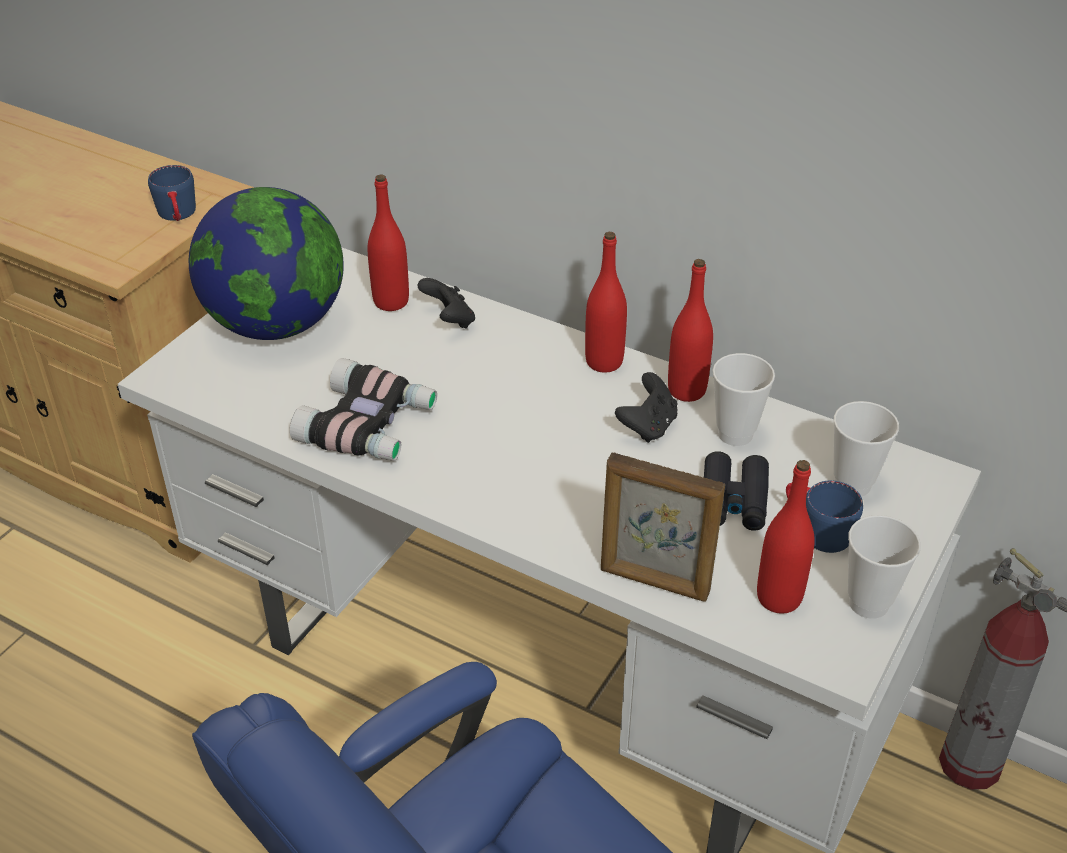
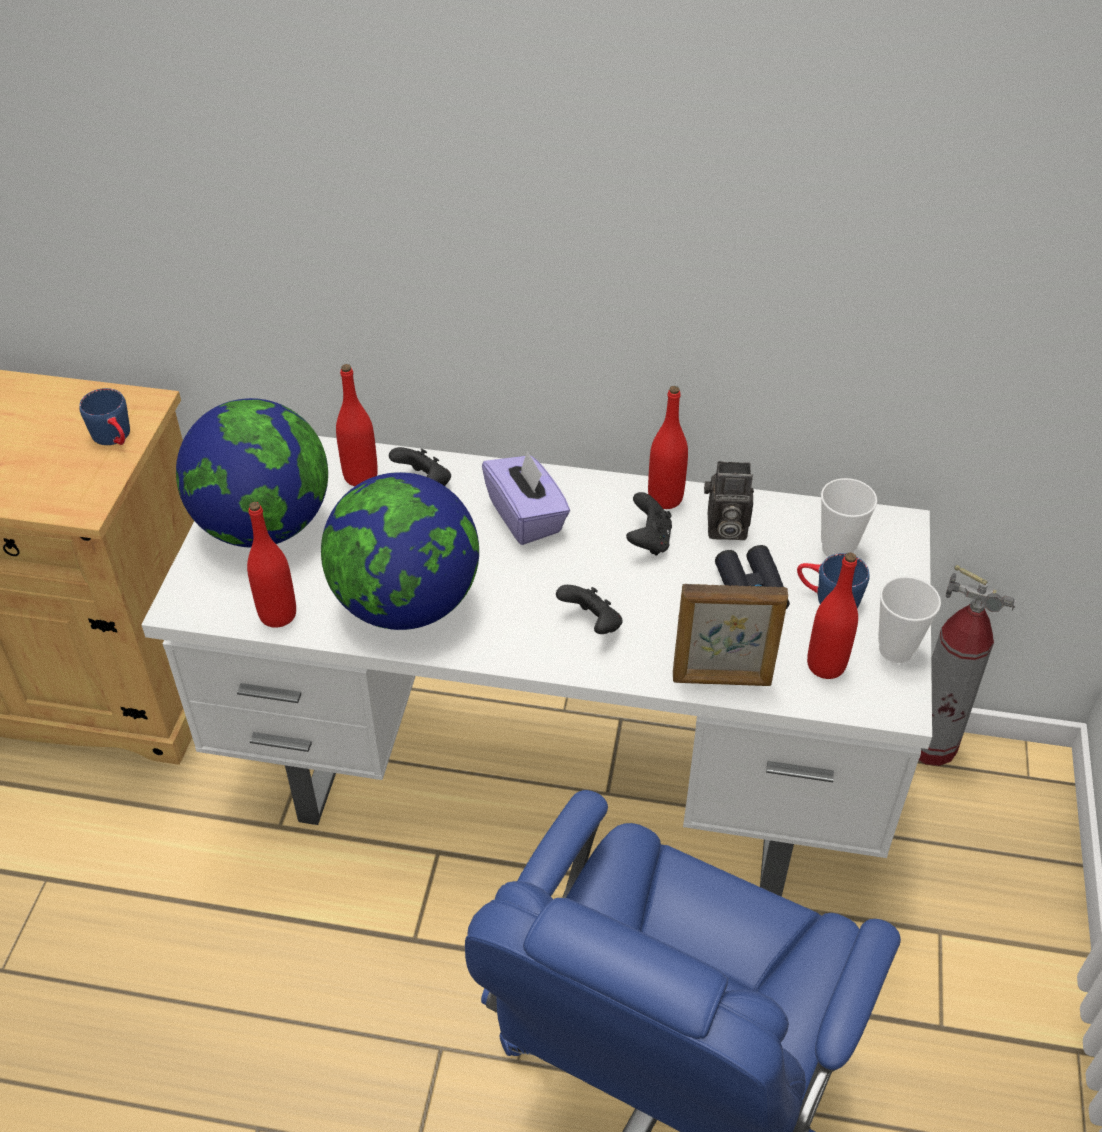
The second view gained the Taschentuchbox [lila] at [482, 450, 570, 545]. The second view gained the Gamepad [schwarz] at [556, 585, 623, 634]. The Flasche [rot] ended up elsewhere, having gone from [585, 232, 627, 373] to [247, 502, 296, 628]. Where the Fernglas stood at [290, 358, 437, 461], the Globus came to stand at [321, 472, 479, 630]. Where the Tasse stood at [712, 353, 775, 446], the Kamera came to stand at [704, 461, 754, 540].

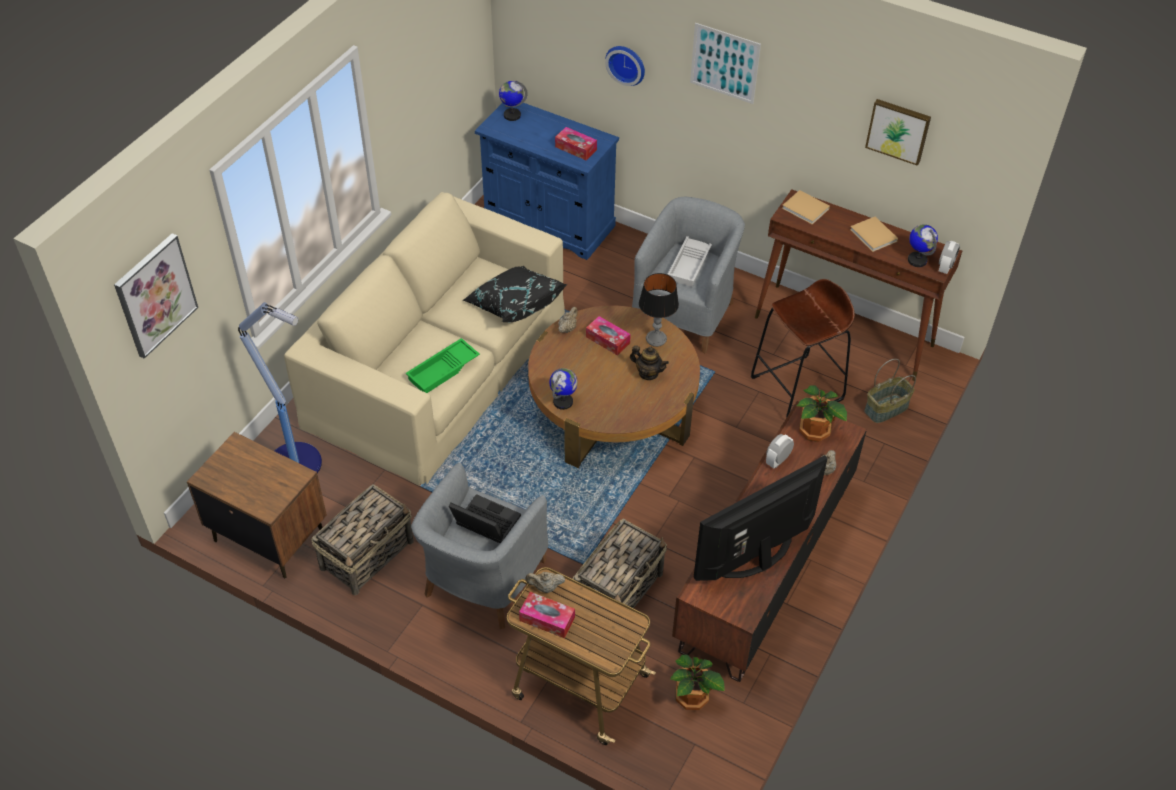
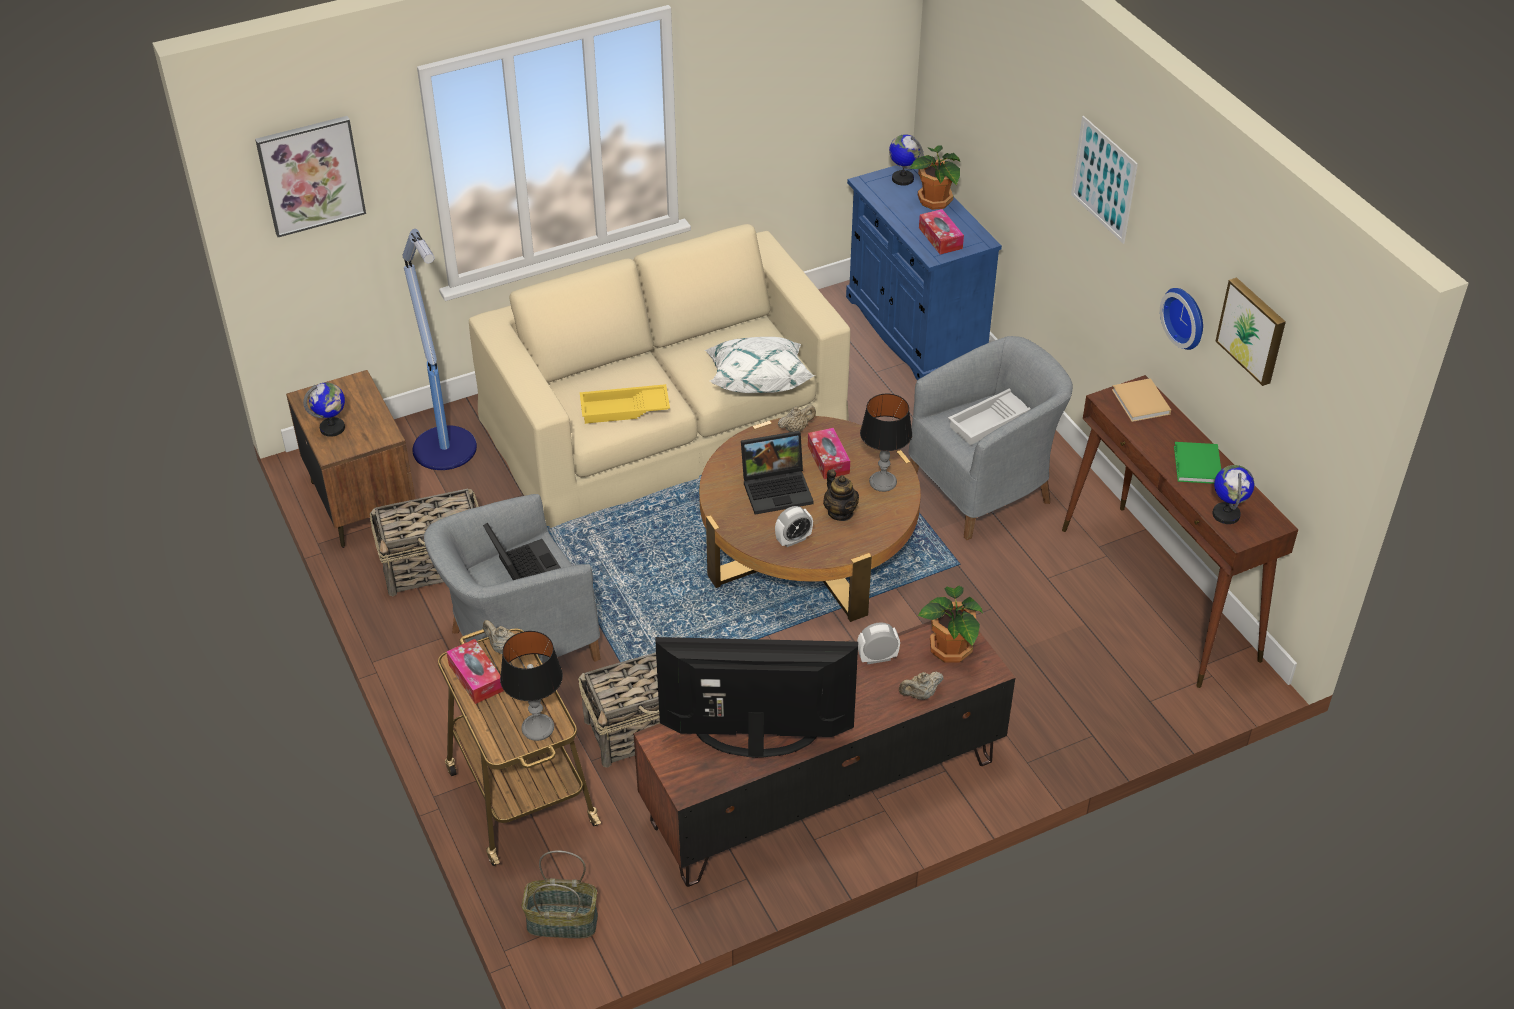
The second view lost the Hocker [braun] at [751, 279, 855, 418]. The second view gained the Tischlampe at [500, 631, 563, 741]. The second view gained the Laptop at [741, 431, 814, 515]. The Globus ended up elsewhere, having gone from [549, 368, 578, 410] to [303, 382, 345, 437]. The Wanduhr ended up elsewhere, having gone from [605, 46, 645, 86] to [1160, 288, 1203, 350]. The Topfpflanze ended up elsewhere, having gone from [670, 655, 725, 710] to [910, 145, 960, 210]. The Korb ended up elsewhere, having gone from [864, 359, 916, 423] to [522, 850, 598, 938]. The Wecker ended up elsewhere, having gone from [939, 241, 960, 274] to [775, 506, 813, 547]. What was the Tablett [grün] at [406, 338, 480, 393] turned into the Tablett [gelb] at [580, 384, 670, 424]. What was the Kissen [schwarz] at [462, 266, 567, 322] turned into the Kissen [weiß] at [705, 337, 815, 393]. What was the Buch [beige] at [850, 217, 898, 252] turned into the Buch [grün] at [1174, 442, 1221, 484].

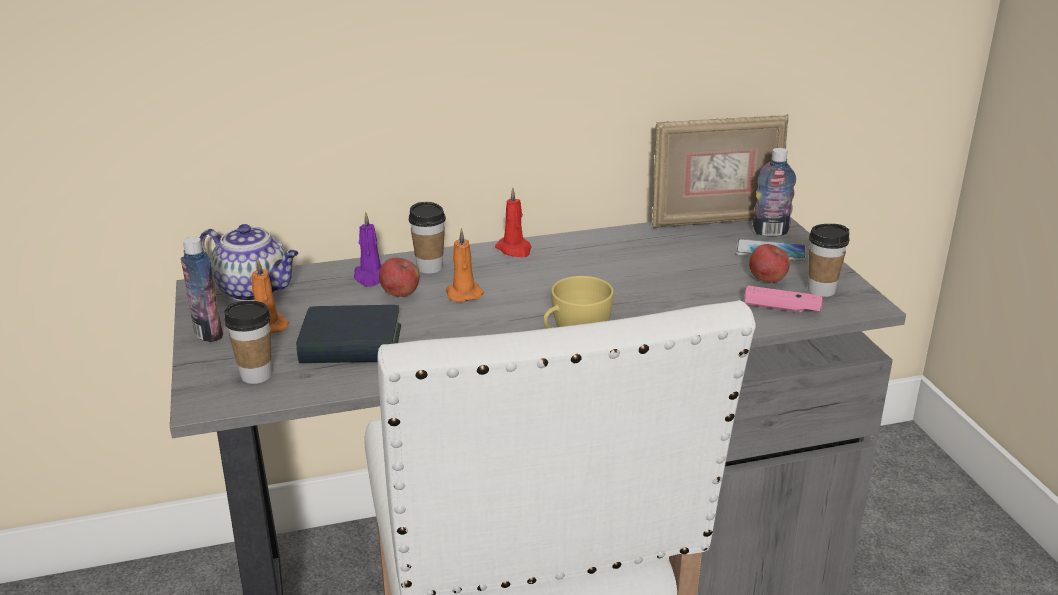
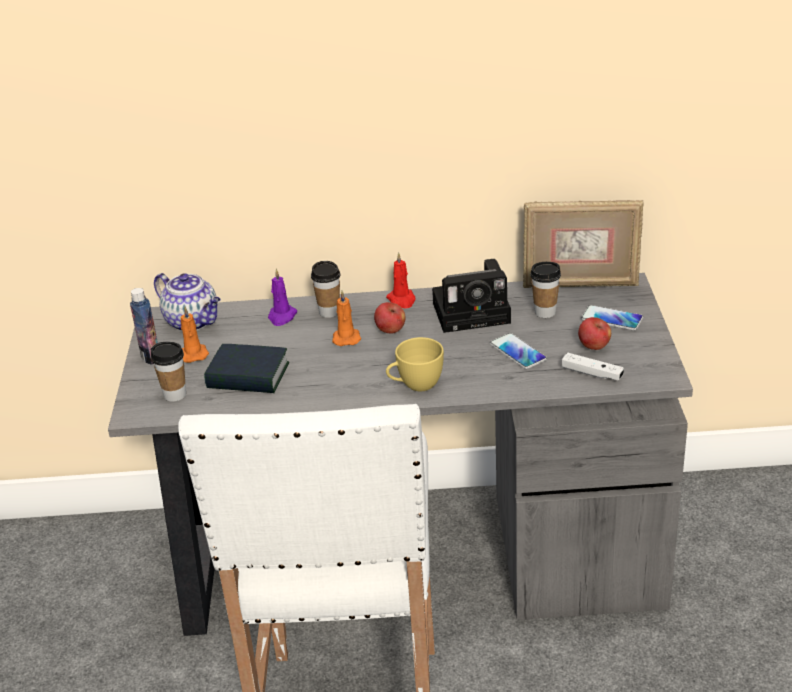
The second view lost the Flasche at [753, 148, 796, 236]. The second view gained the Kamera at [432, 259, 511, 333]. The second view gained the Handy at [490, 333, 547, 369]. The Apfel ended up elsewhere, having gone from [379, 258, 419, 297] to [374, 302, 405, 334]. The Tasse ended up elsewhere, having gone from [808, 224, 850, 297] to [530, 262, 561, 318]. What was the Gamepad [rosa] at [744, 286, 823, 312] turned into the Gamepad [weiß] at [562, 353, 624, 380].

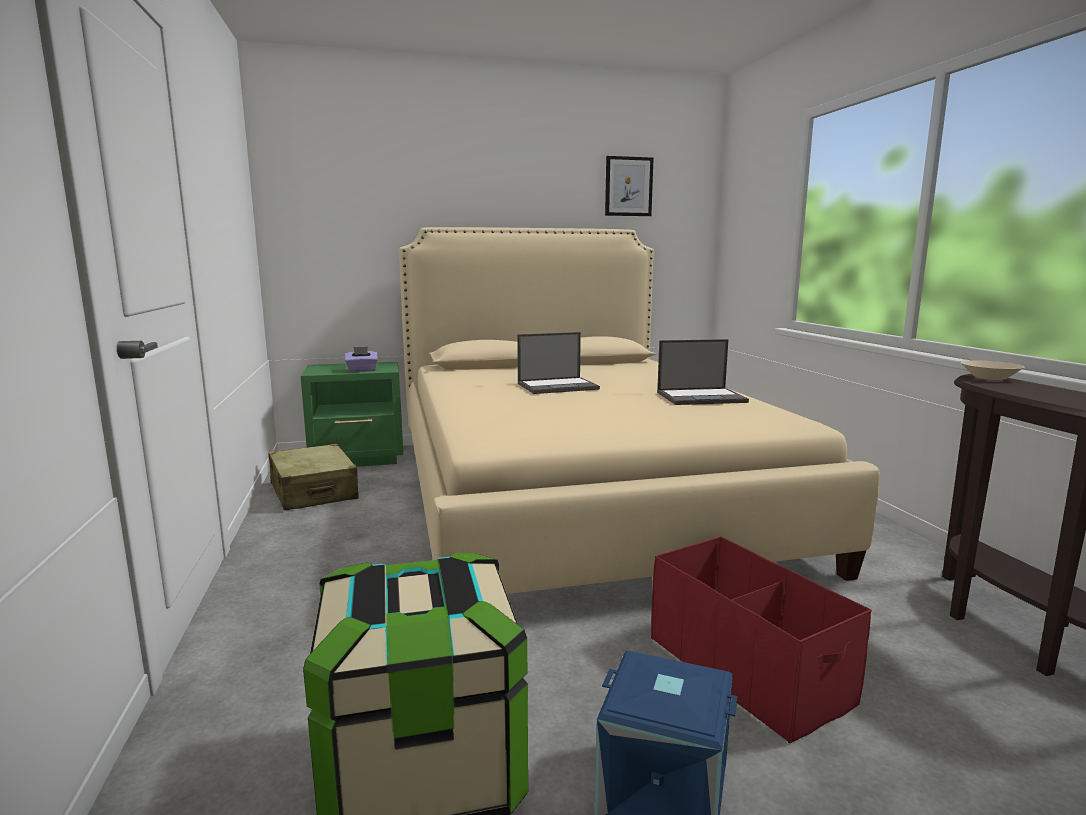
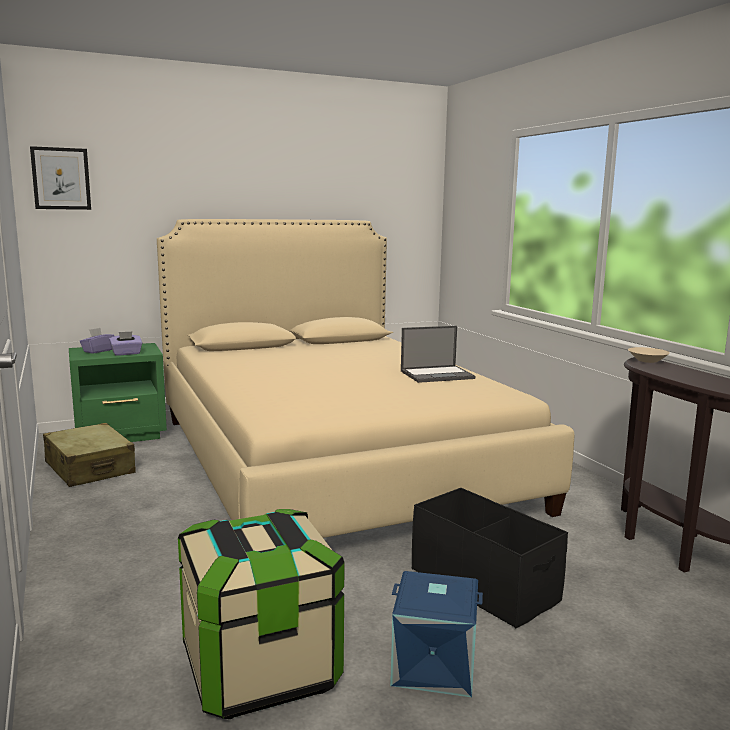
The second view lost the Laptop at [517, 332, 600, 394]. The second view gained the Taschentuchbox [lila] at [80, 328, 114, 354]. The Bild ended up elsewhere, having gone from [605, 156, 654, 216] to [30, 146, 91, 210]. What was the Aufbewahrungsbox [rot] at [651, 536, 872, 743] turned into the Aufbewahrungsbox [schwarz] at [412, 488, 568, 629].

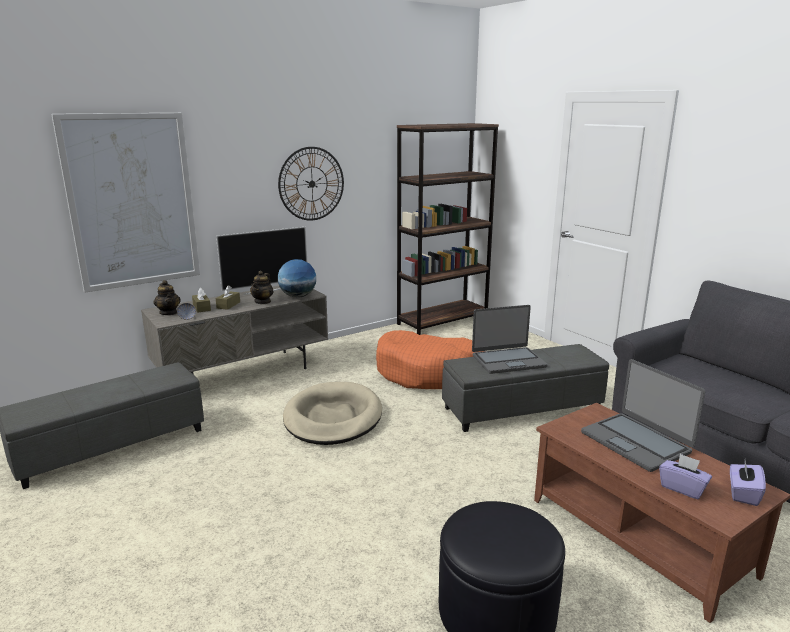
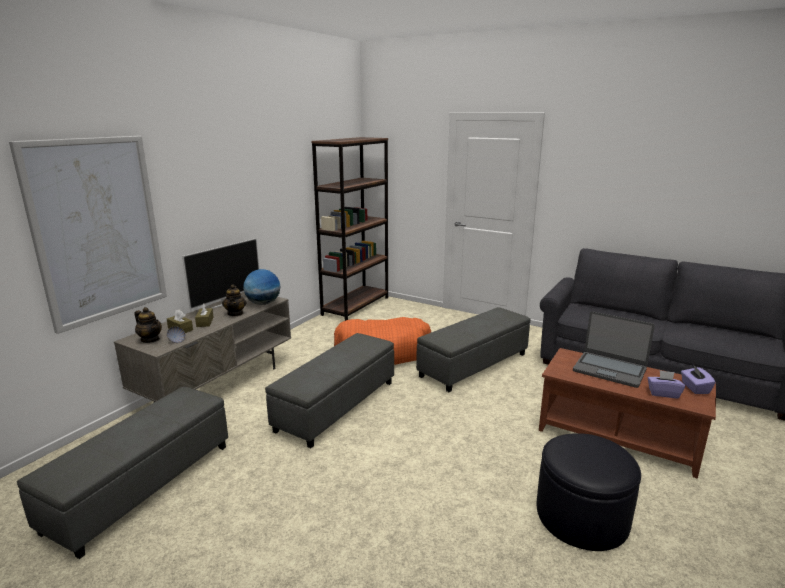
The second view lost the Wanduhr at [278, 147, 344, 221]. The second view lost the Laptop at [472, 305, 548, 374]. Where the Hundebett [beige] stood at [283, 382, 382, 445], the Polsterhocker [grau] came to stand at [265, 333, 394, 448].

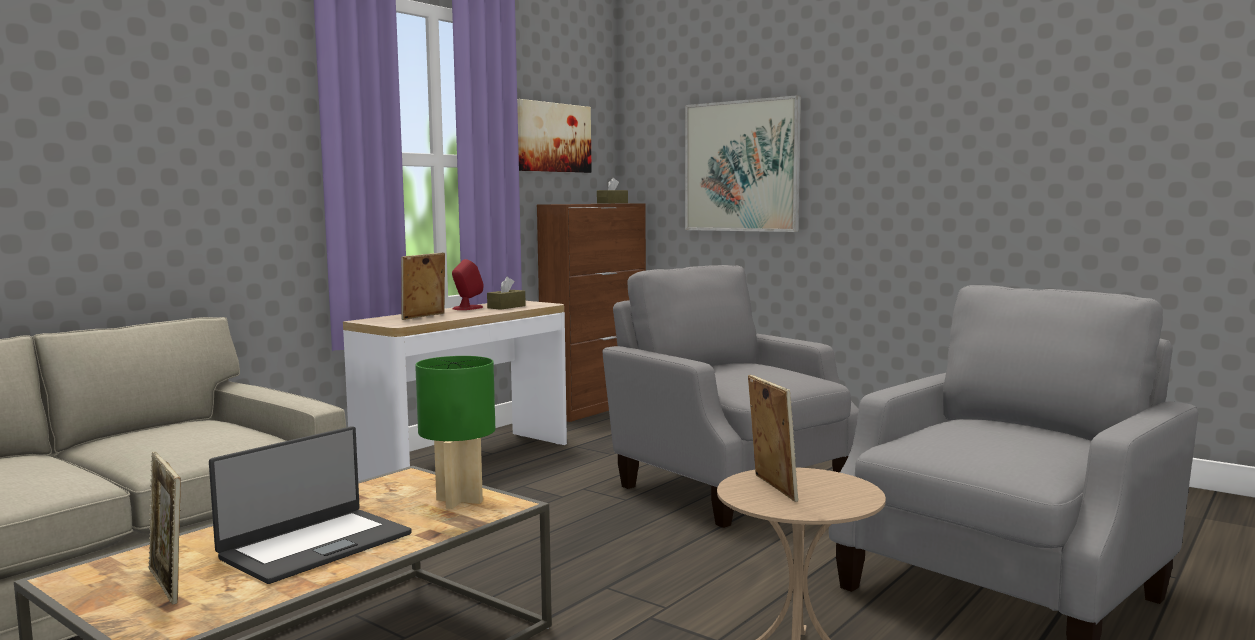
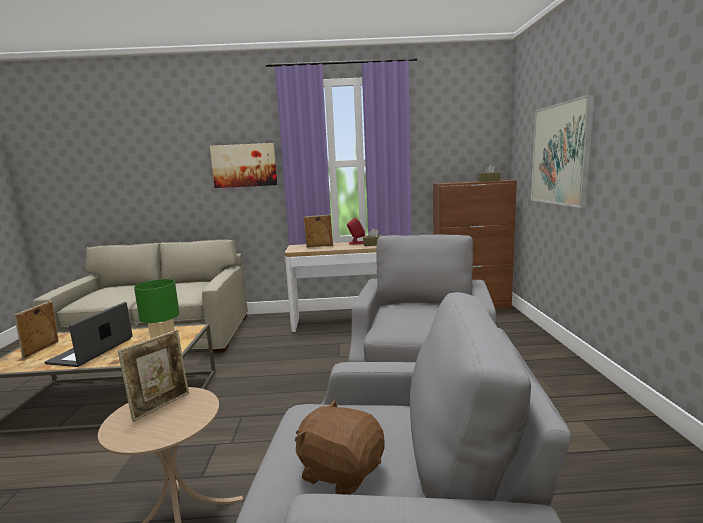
The second view gained the Plüschtier [braun] at [295, 400, 385, 495]. The Bild ended up elsewhere, having gone from [517, 99, 592, 173] to [210, 143, 277, 188]. The Laptop at [209, 426, 411, 584] ended up facing another way, 105 degrees clockwise from before.

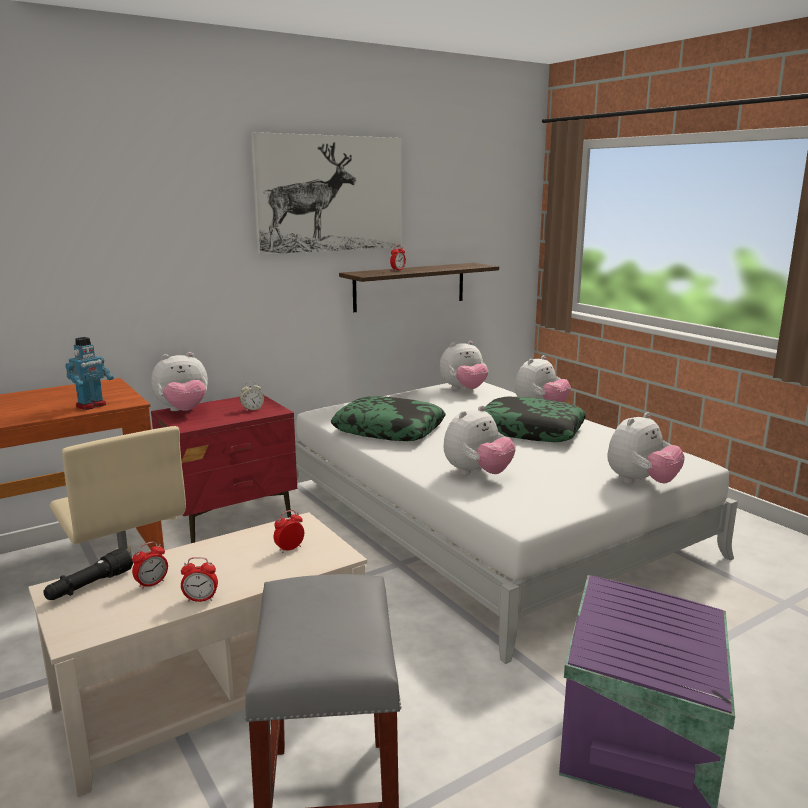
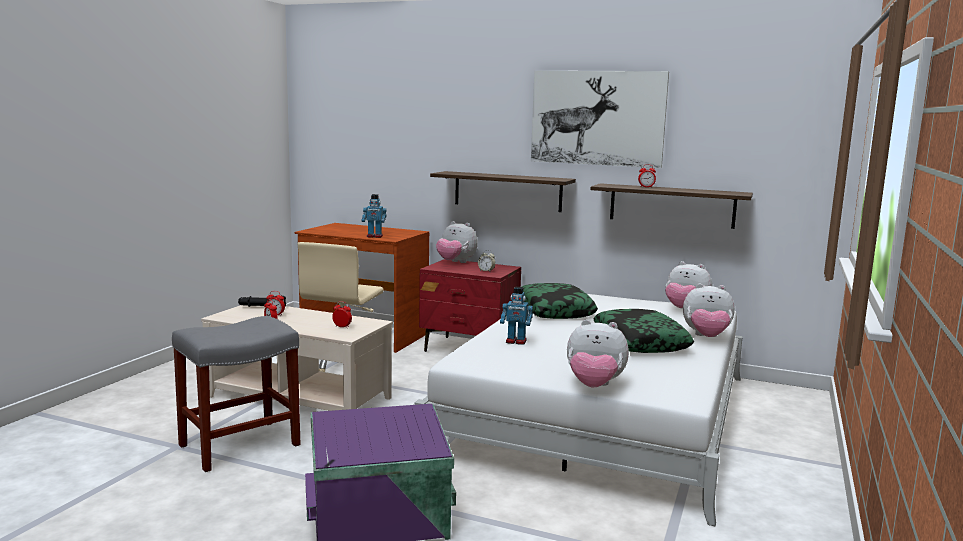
The second view gained the Wandregal at [430, 171, 576, 212]. Where the Plüschtier stood at [444, 405, 516, 475], the Spielzeugroboter came to stand at [500, 287, 533, 345].

